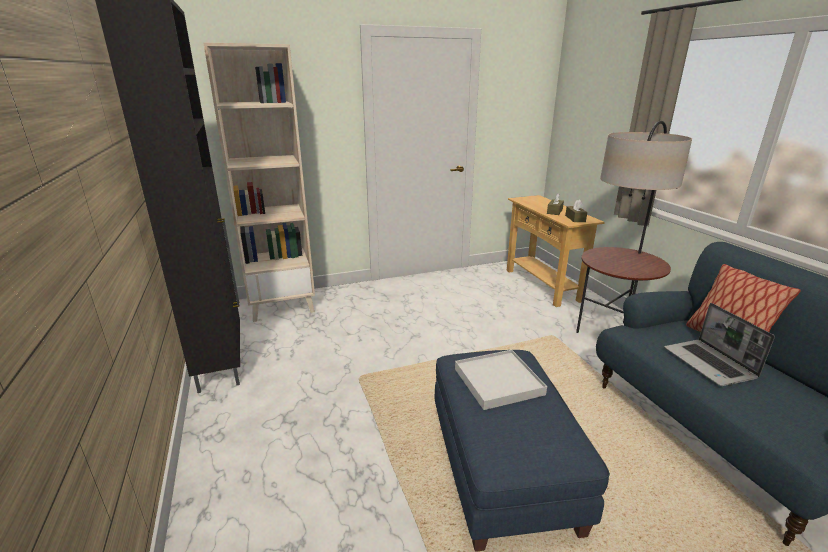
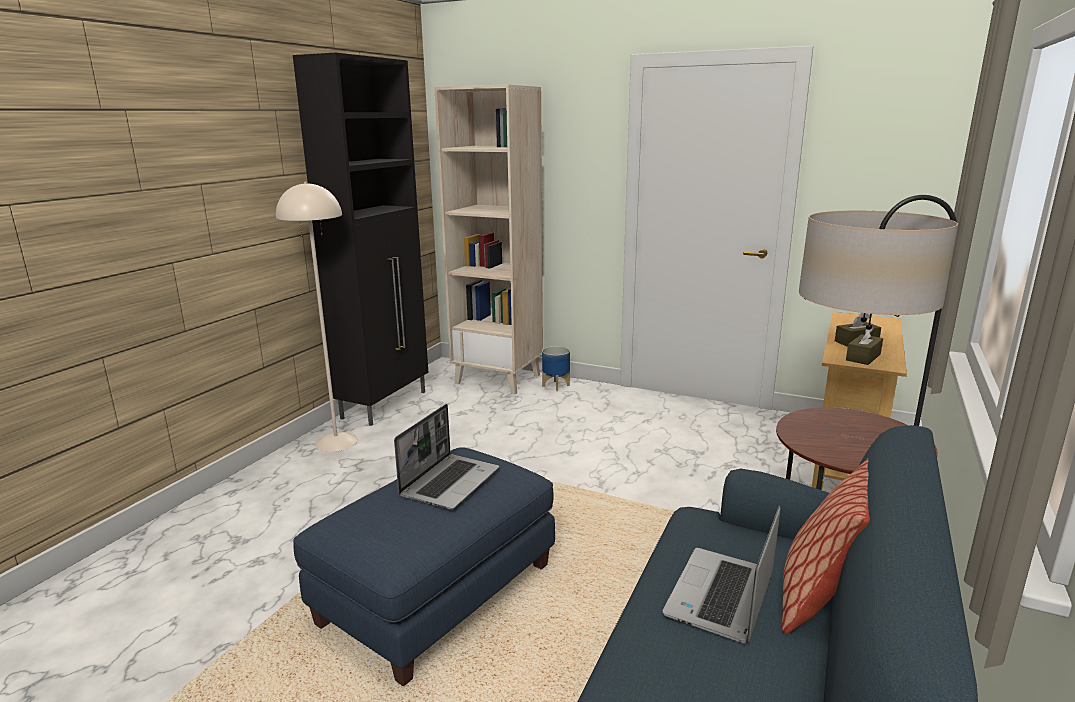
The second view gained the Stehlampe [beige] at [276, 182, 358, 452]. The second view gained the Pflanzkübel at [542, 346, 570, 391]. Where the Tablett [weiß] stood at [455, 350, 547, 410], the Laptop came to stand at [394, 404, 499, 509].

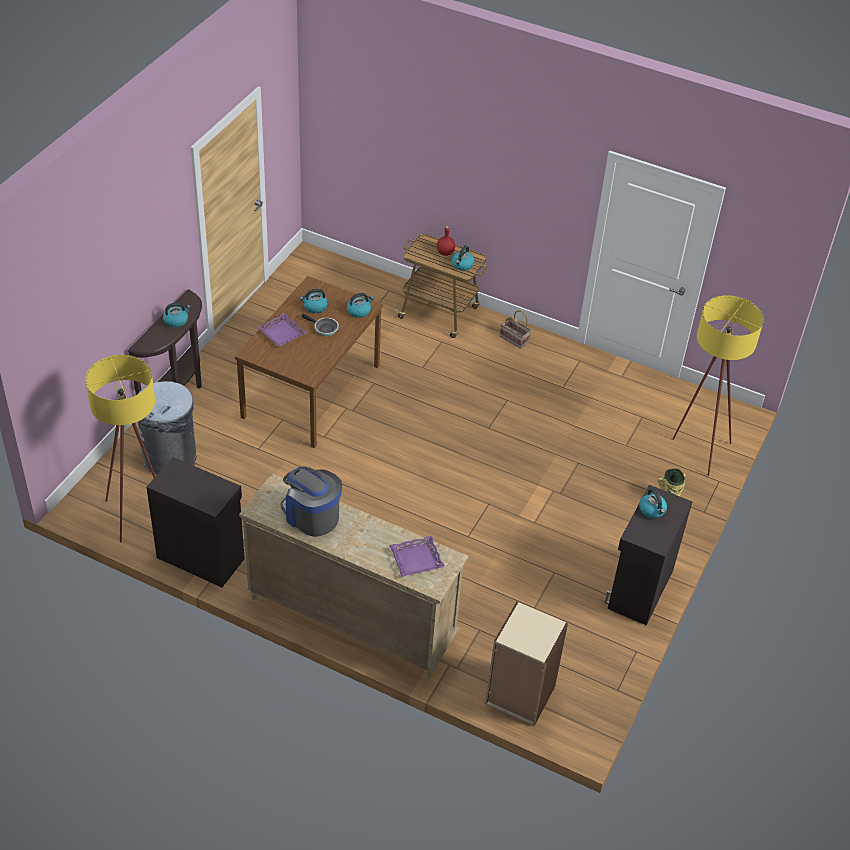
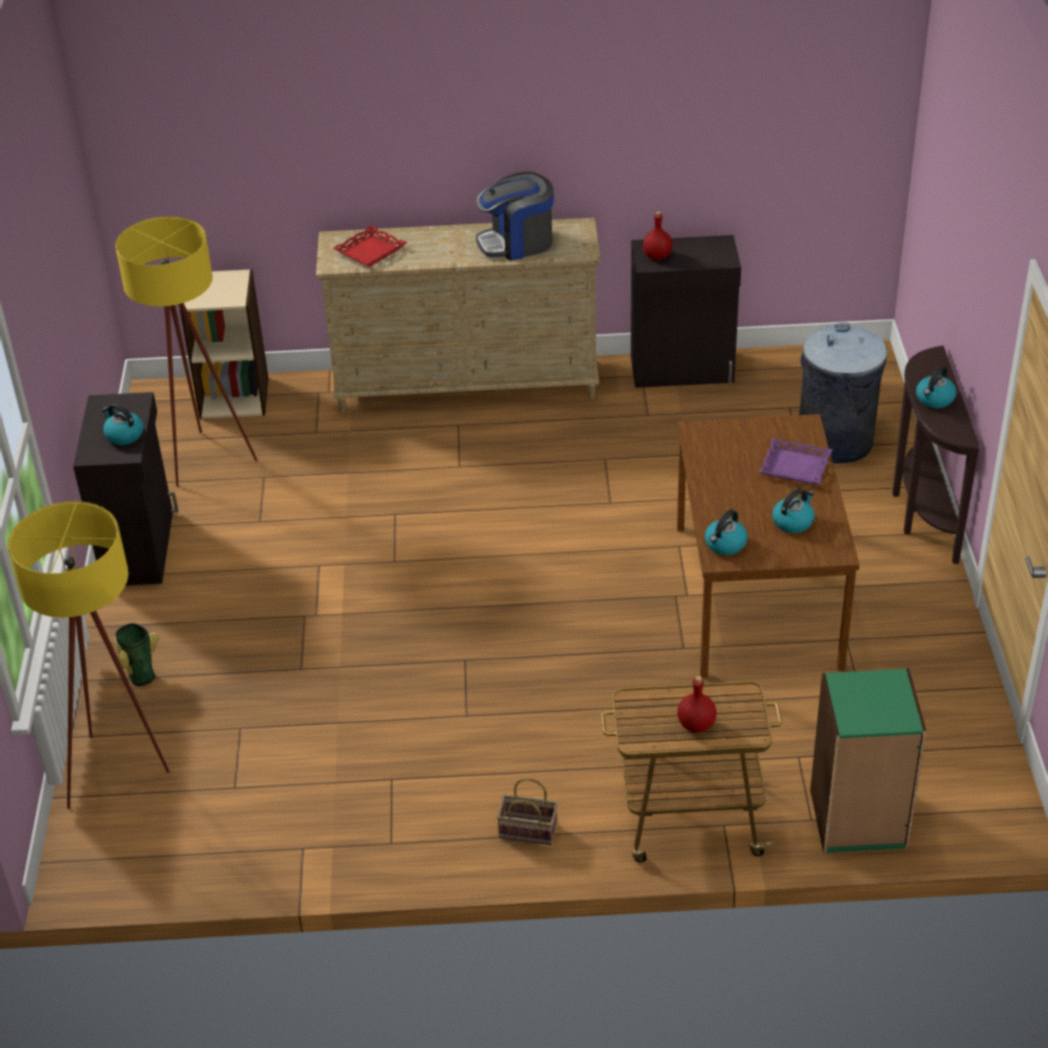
The second view lost the Pfanne at [301, 313, 339, 336]. The second view lost the Wasserkessel at [451, 246, 475, 271]. The second view gained the Flasche [rot] at [643, 211, 673, 260]. The second view gained the Bücherregal [grün] at [810, 668, 927, 853]. The Stehlampe [gelb] ended up elsewhere, having gone from [85, 355, 156, 543] to [115, 216, 258, 487]. What was the Tablett [lila] at [389, 536, 445, 577] turned into the Tablett [rot] at [333, 225, 407, 267]. The Kaffeemaschine at [280, 467, 342, 537] ended up facing another way, 150 degrees clockwise from before.

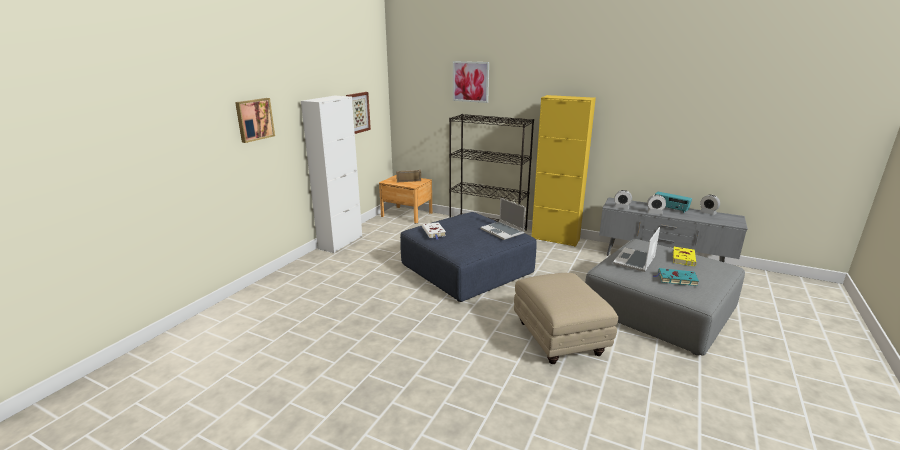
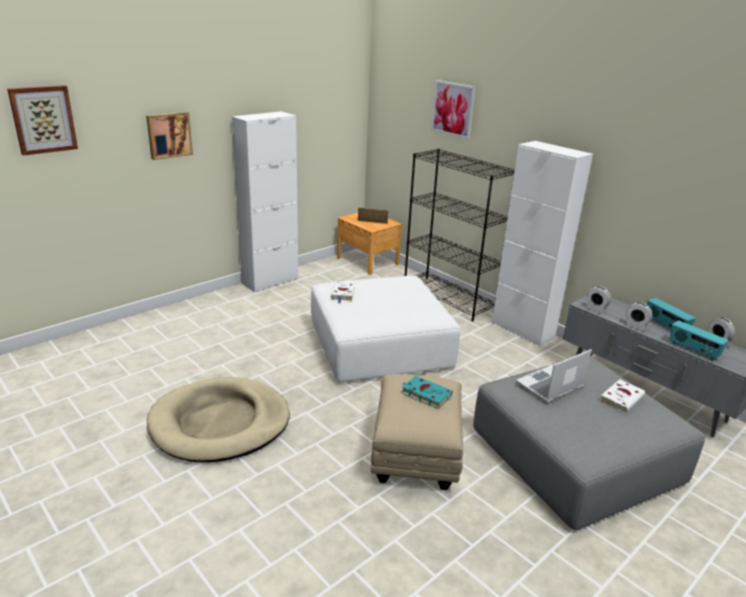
The second view lost the Laptop at [480, 198, 526, 240]. The second view gained the Hundebett [beige] at [147, 377, 290, 463]. The second view gained the Radio at [670, 320, 729, 361]. The Bild ended up elsewhere, having gone from [346, 92, 371, 134] to [7, 85, 78, 156]. The Buch [türkis] ended up elsewhere, having gone from [652, 268, 699, 286] to [402, 376, 453, 409]. What was the Polsterhocker [blau] at [400, 212, 537, 302] turned into the Polsterhocker [weiß] at [311, 276, 460, 382]. What was the Schrank [gelb] at [532, 95, 596, 247] turned into the Schrank [weiß] at [492, 141, 593, 347]. What was the Buch [gelb] at [673, 247, 696, 266] turned into the Buch [weiß] at [600, 379, 645, 413].

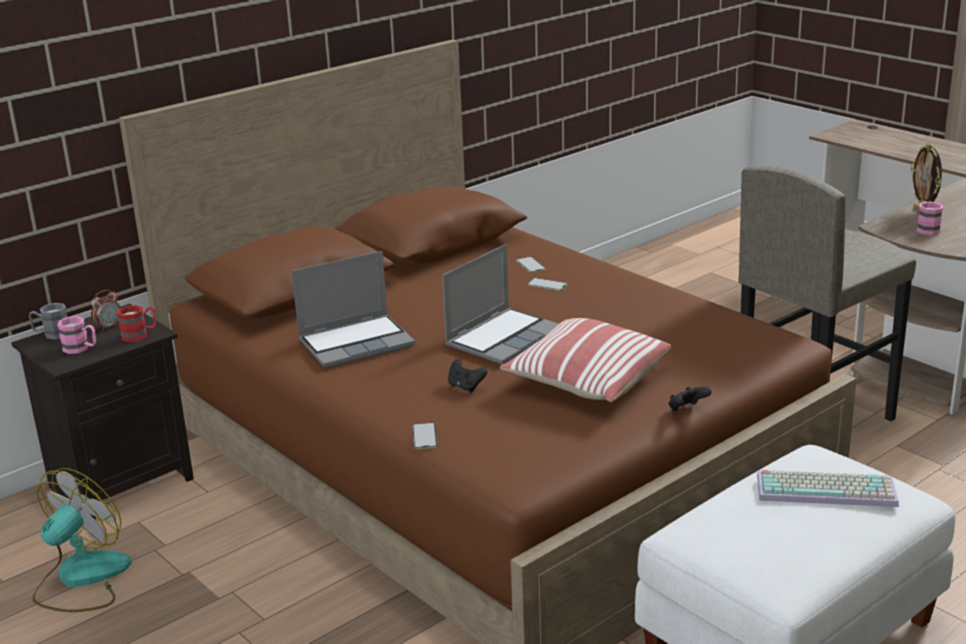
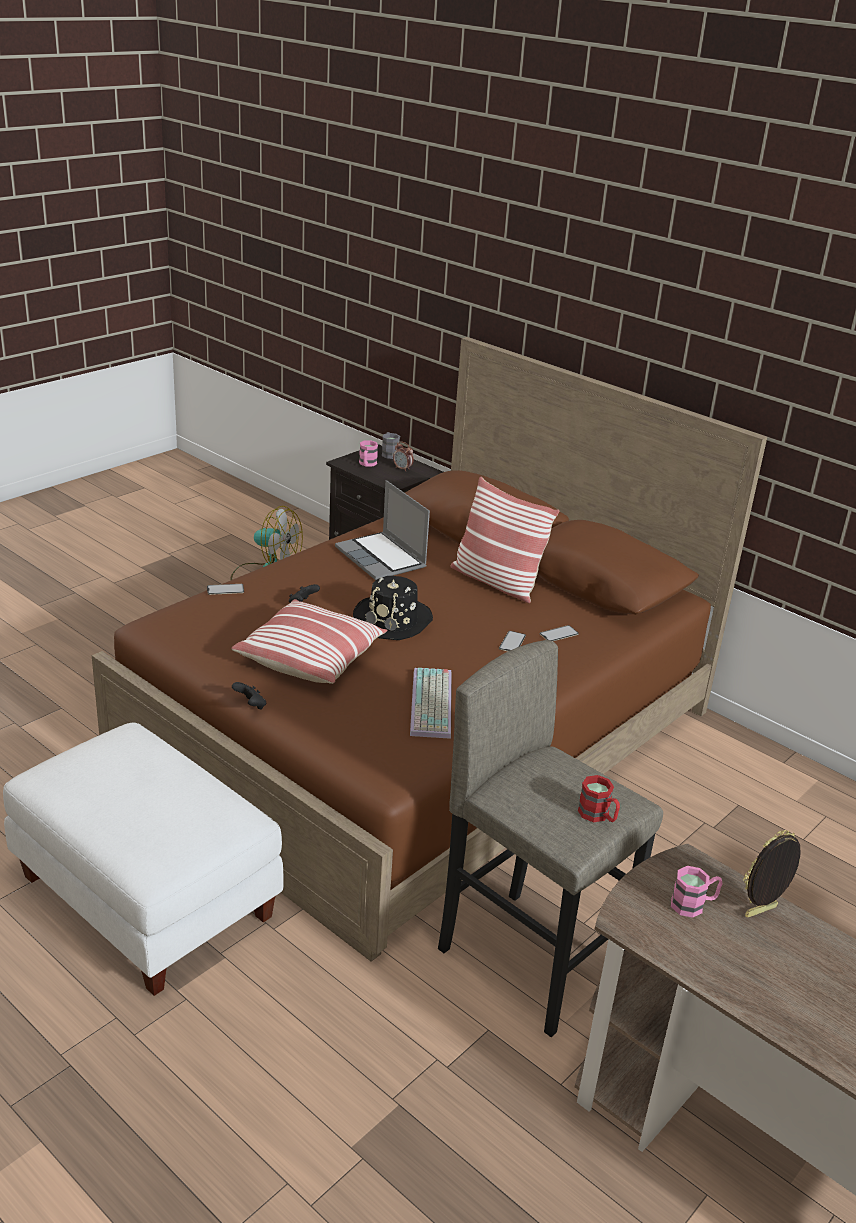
The second view gained the Kissen at [451, 477, 559, 603]. The Henkelbecher [rot] ended up elsewhere, having gone from [117, 305, 156, 342] to [578, 775, 620, 822]. The Tastatur ended up elsewhere, having gone from [757, 470, 899, 507] to [410, 668, 452, 739]. Where the Laptop stood at [442, 244, 558, 365], the Hut [schwarz] came to stand at [353, 576, 433, 640].

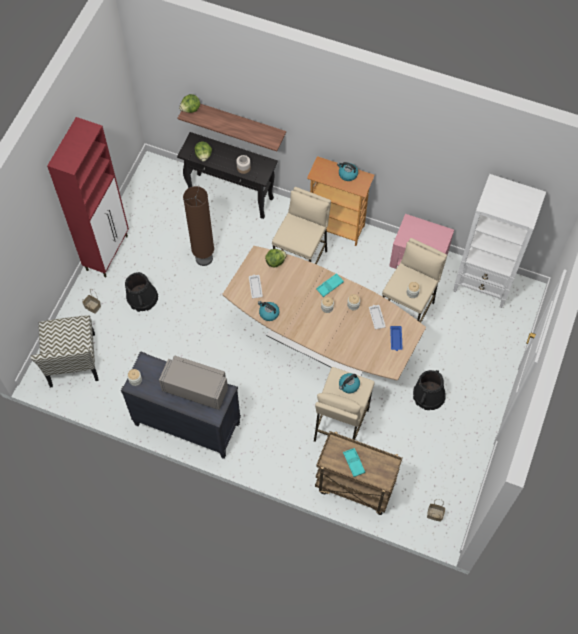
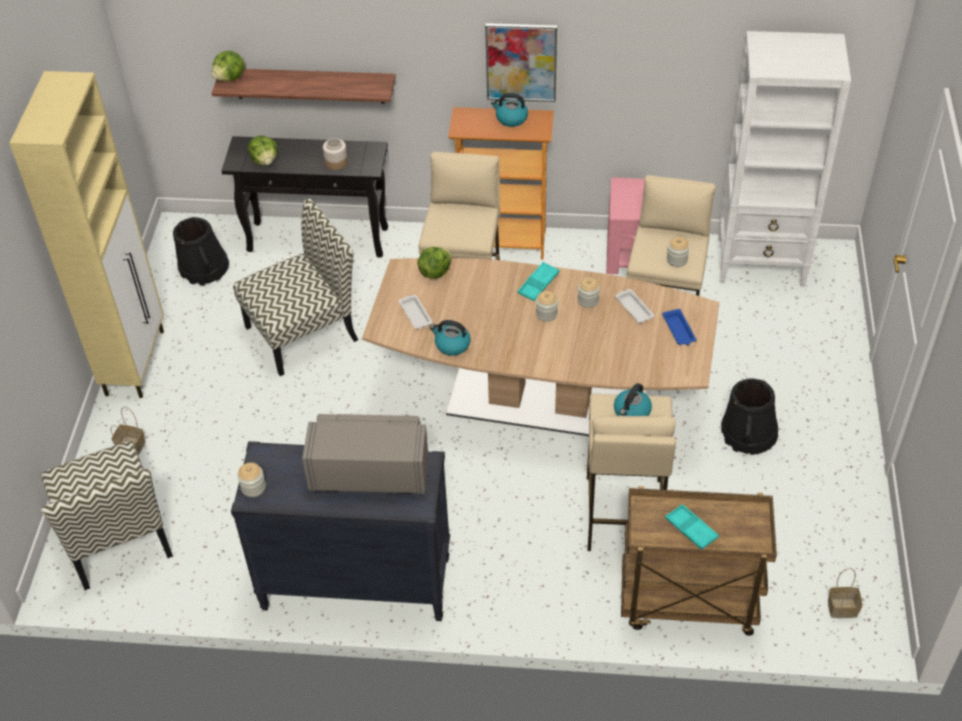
The second view gained the Bild at [485, 23, 557, 102]. The Eimer [schwarz] ended up elsewhere, having gone from [125, 272, 158, 312] to [173, 217, 229, 286]. Where the Stehlampe [braun] stood at [183, 186, 214, 266], the Stuhl came to stand at [233, 198, 358, 376]. What was the Schrank [rot] at [47, 117, 129, 277] turned into the Schrank [beige] at [10, 71, 164, 398].

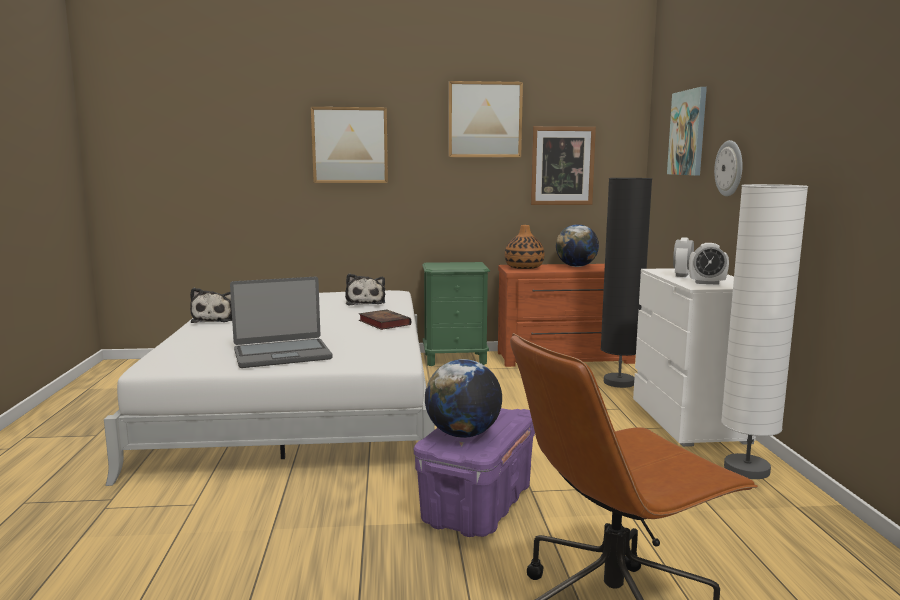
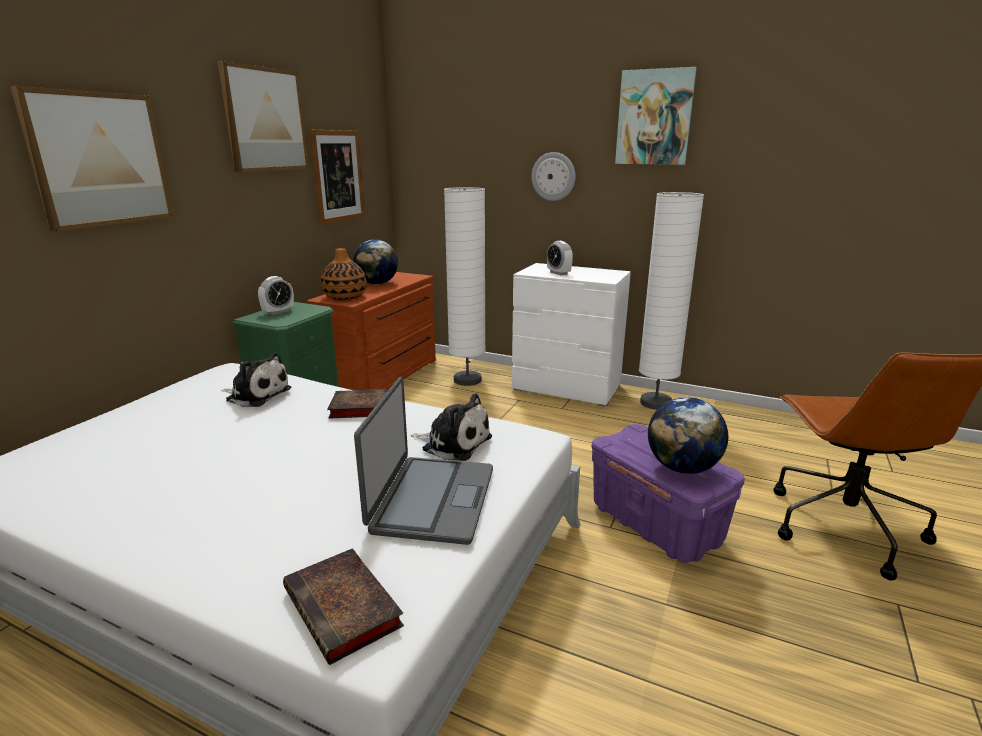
The second view gained the Buch at [283, 548, 404, 665]. The Plüschtier ended up elsewhere, having gone from [190, 288, 232, 323] to [411, 393, 492, 461]. The Bild ended up elsewhere, having gone from [667, 87, 707, 175] to [615, 67, 697, 165]. The Wecker ended up elsewhere, having gone from [689, 243, 729, 285] to [258, 276, 294, 315]. What was the Stehlampe [schwarz] at [600, 178, 652, 388] turned into the Stehlampe [weiß] at [444, 187, 486, 386].

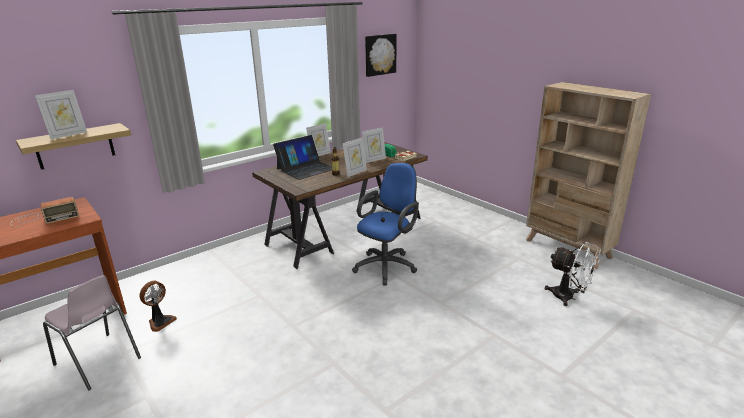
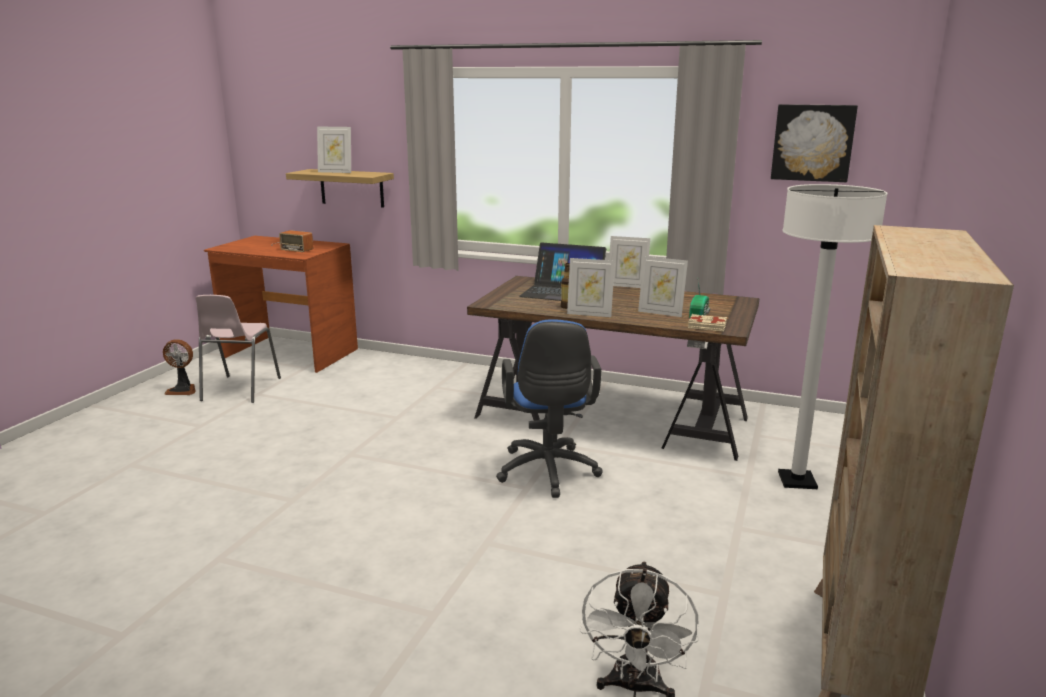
The second view gained the Stehlampe [weiß] at [778, 184, 888, 489]. The Ventilator ended up elsewhere, having gone from [139, 281, 177, 332] to [163, 339, 196, 395]. The Bürostuhl [blau] at [352, 163, 419, 285] ended up facing another way, 75 degrees clockwise from before.

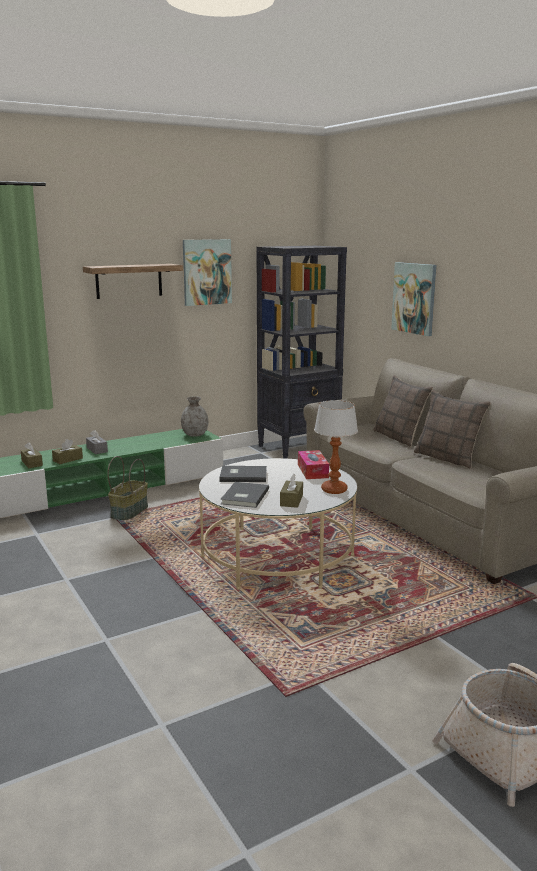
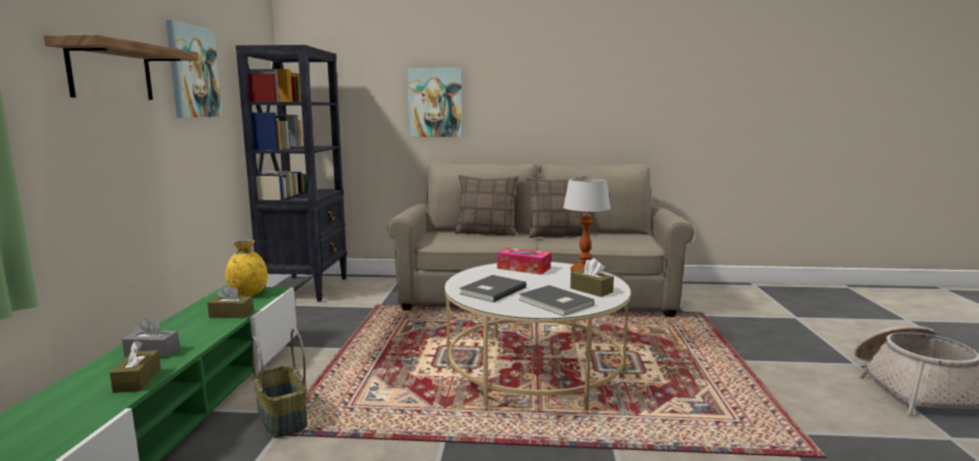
The Taschentuchbox [braun] ended up elsewhere, having gone from [21, 442, 43, 468] to [207, 285, 253, 318]. What was the Vase [grau] at [181, 396, 208, 437] turned into the Vase [gelb] at [225, 240, 268, 296].

